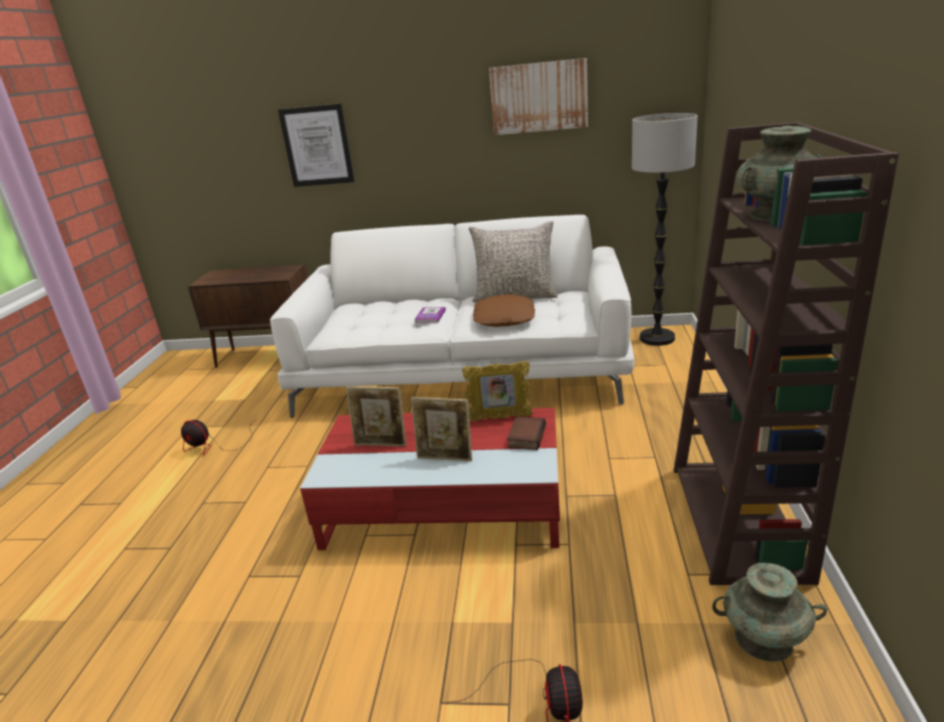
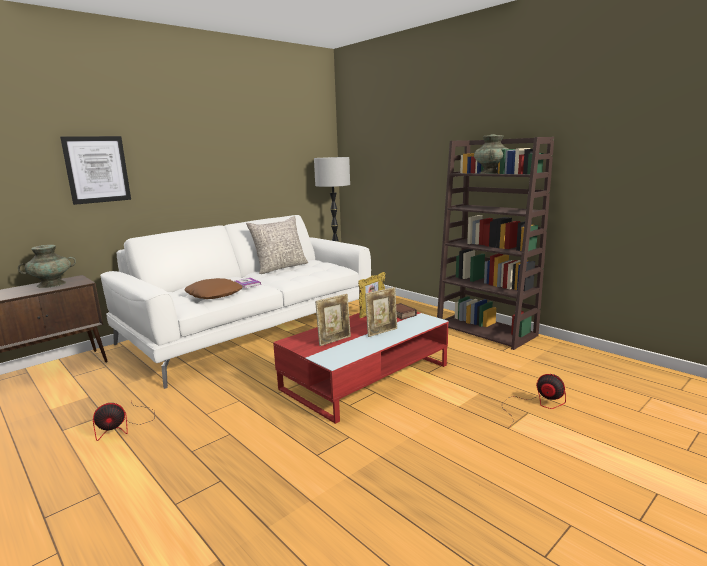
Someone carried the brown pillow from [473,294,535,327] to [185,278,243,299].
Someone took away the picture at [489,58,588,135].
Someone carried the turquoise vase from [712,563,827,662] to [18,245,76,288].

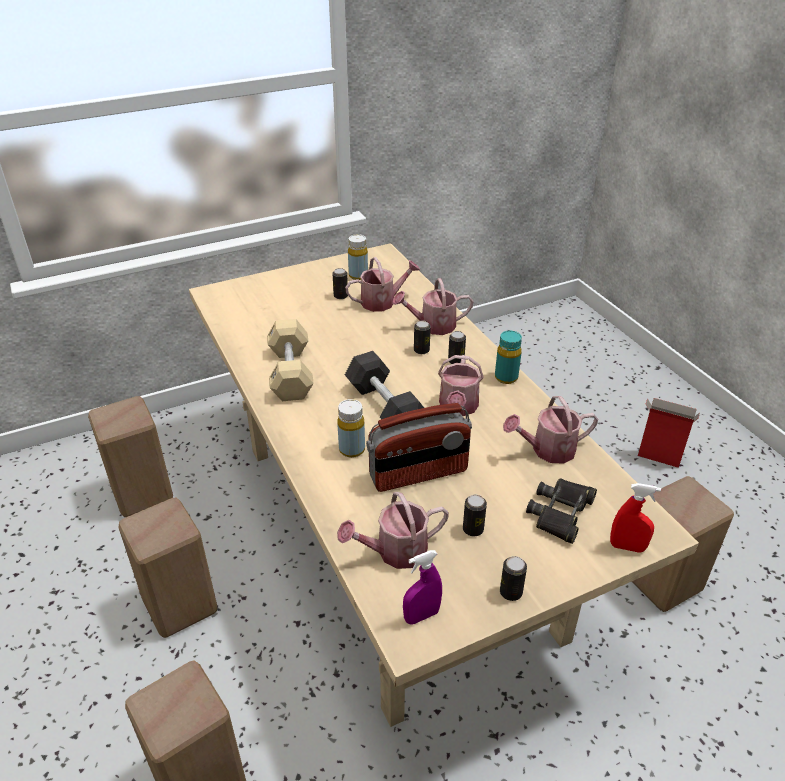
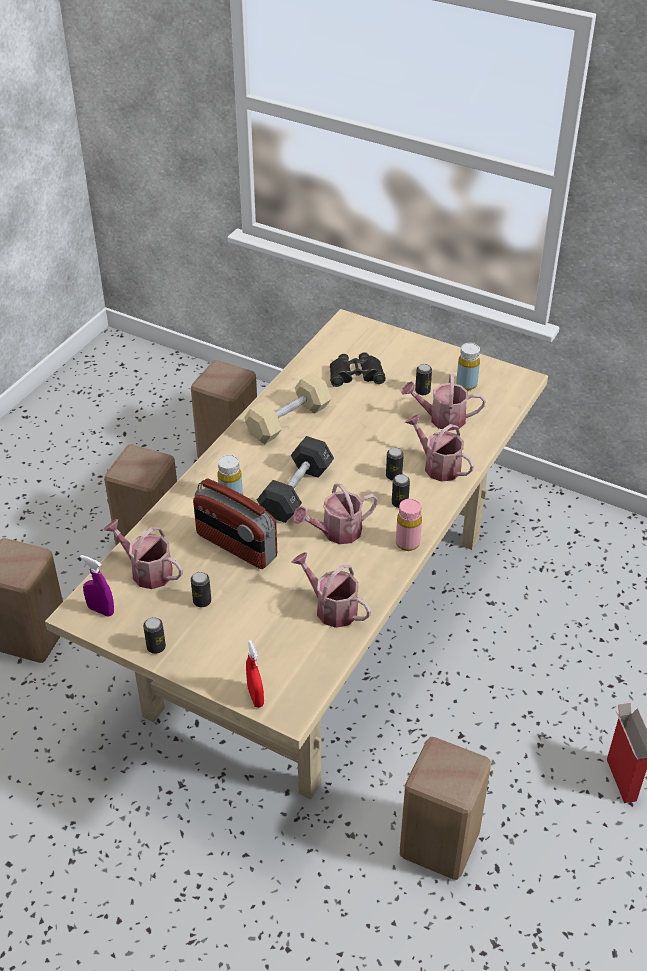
Someone rotated the watering can at [345,257,420,312] by 150 degrees clockwise.
Someone repainted the turquoise bottle at [495,331,522,384], which became the pink bottle at [396,499,422,551].
Someone carried the black binoculars from [526,478,597,544] to [330,352,386,387].

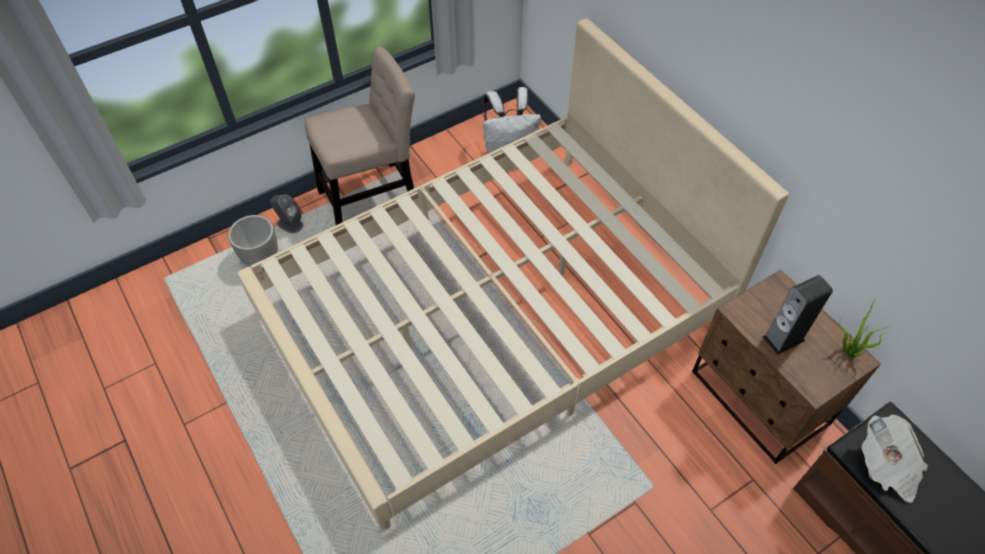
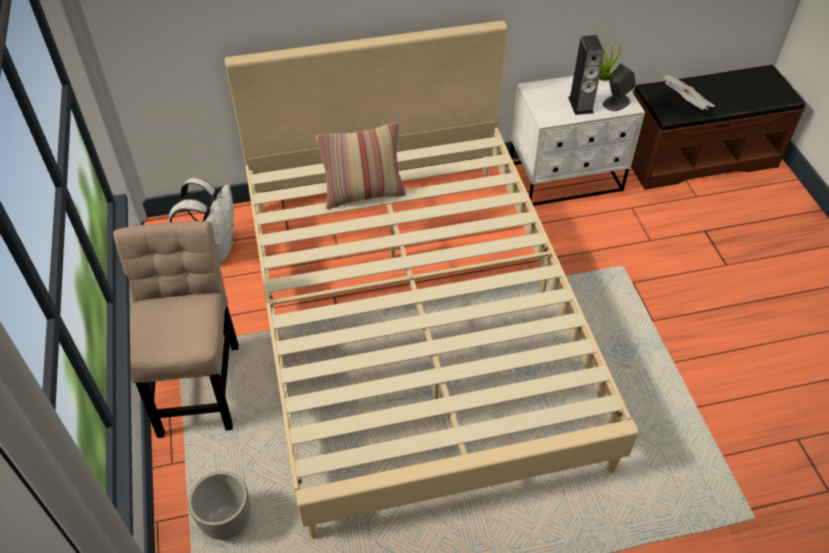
Someone carried the grey speaker from [270,194,303,233] to [603,64,636,111].
Someone repainted the brown nightstand at [692,270,881,464], which became the white nightstand at [510,70,645,206].
Someone put down the pillow at [316,122,406,209].

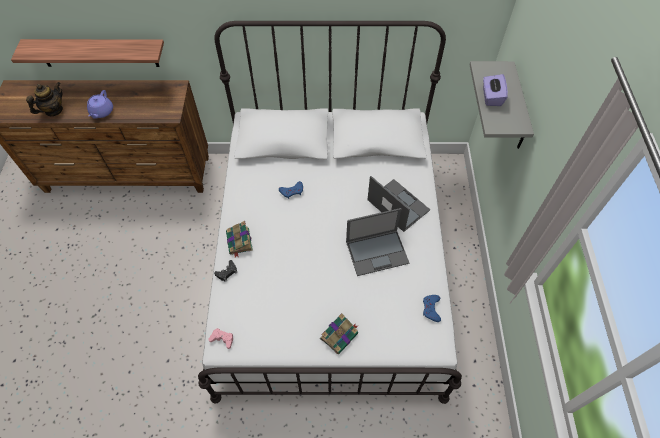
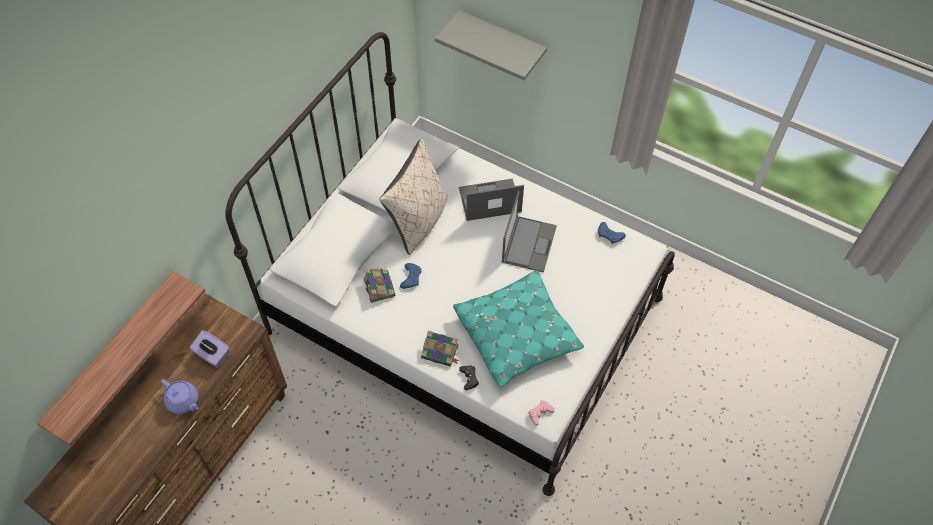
Someone took away the teapot at [26,82,63,116].
Someone carried the book from [320,313,358,354] to [364,268,395,303].
Someone carried the purple tissue box from [483,74,508,106] to [190,330,230,368].
Someone put down the beige pillow at [379,139,448,255].
Someone put down the turquoise pillow at [453,270,584,388].

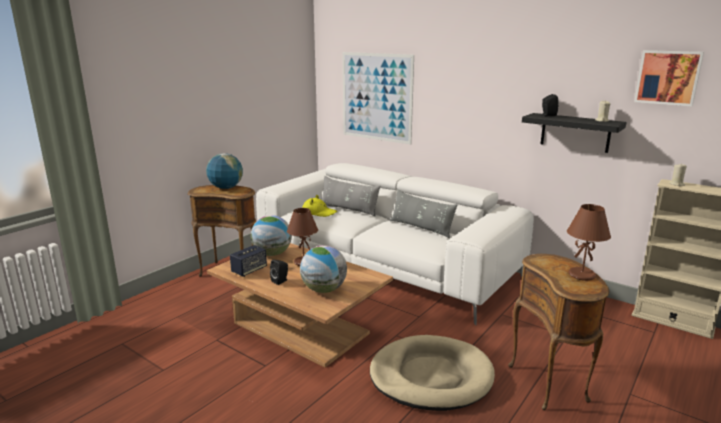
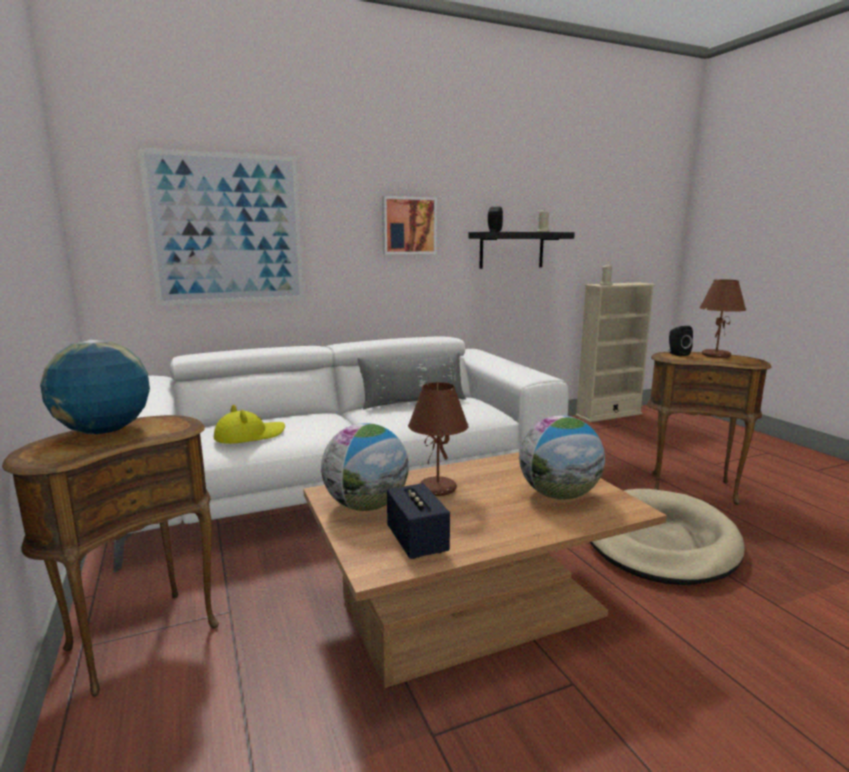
Someone carried the black speaker from [270,260,288,285] to [669,326,693,356].
Someone took away the grey pillow at [322,176,380,216].
Someone carried the picture from [634,50,704,106] to [382,196,437,254].

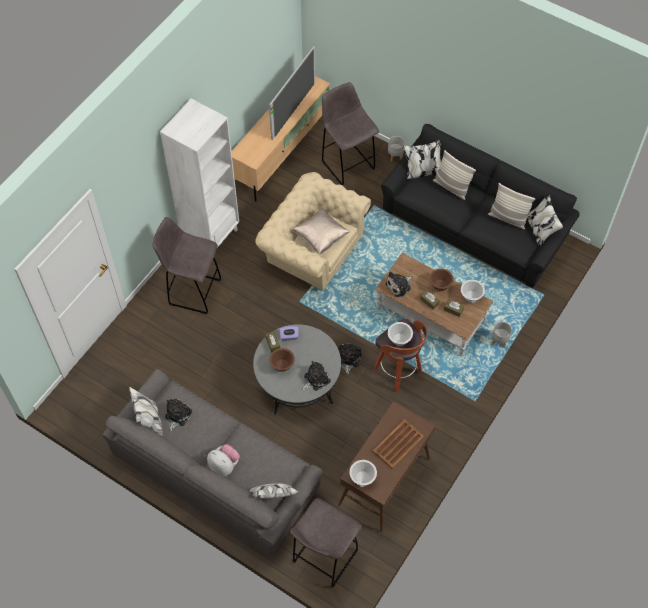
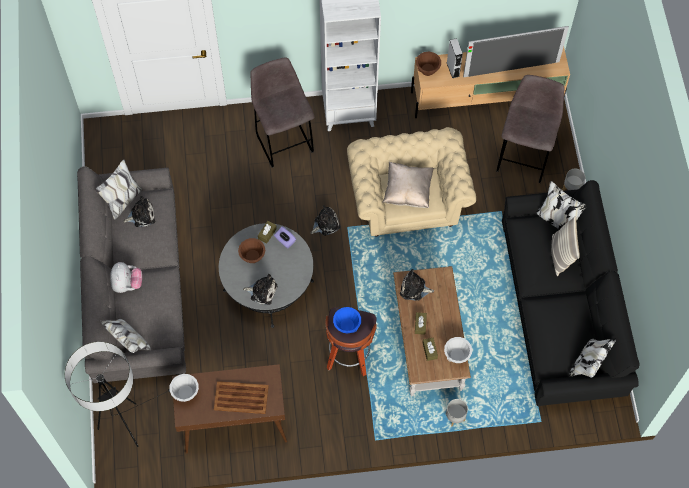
Someone swapped the grey stool at [290,498,362,588] for the floor lamp at [65,342,170,447].
Someone carried the plush toy from [338,343,361,375] to [311,205,341,236].
Someone repainted the white bowl at [388,322,413,346], which became the blue bowl at [333,307,361,334].
Someone carried the brown bowl from [429,268,454,291] to [416,52,441,76].
Someone took away the pillow at [488,183,536,230].
Someone put down the grey speaker at [447,38,463,78].

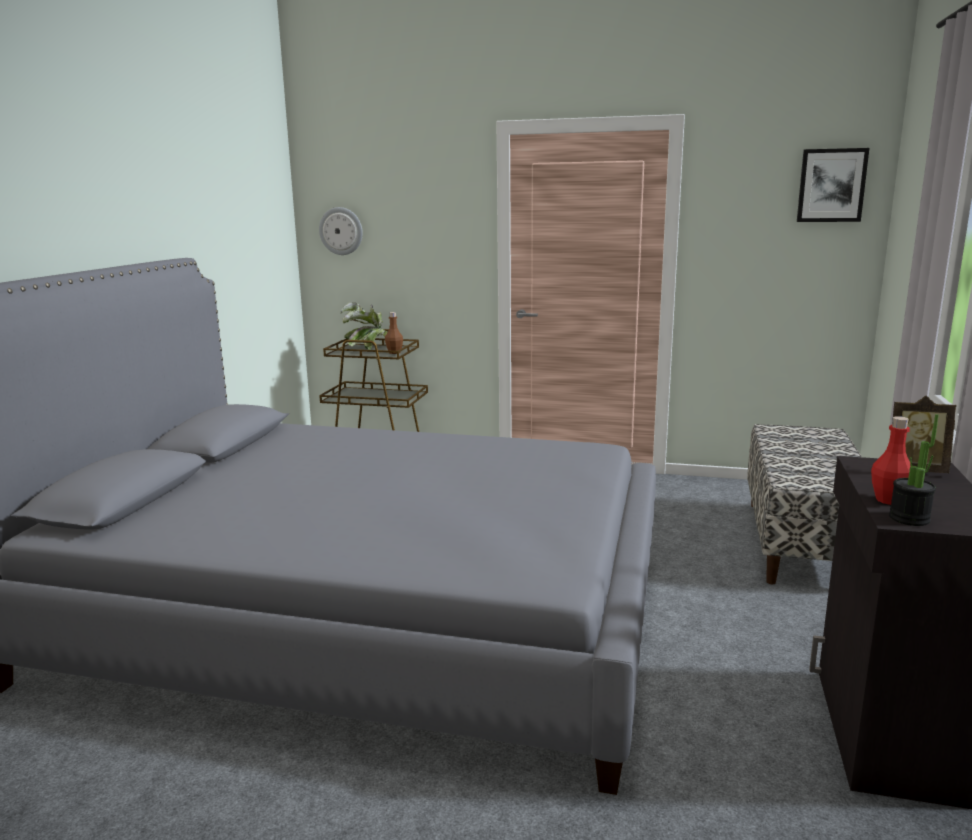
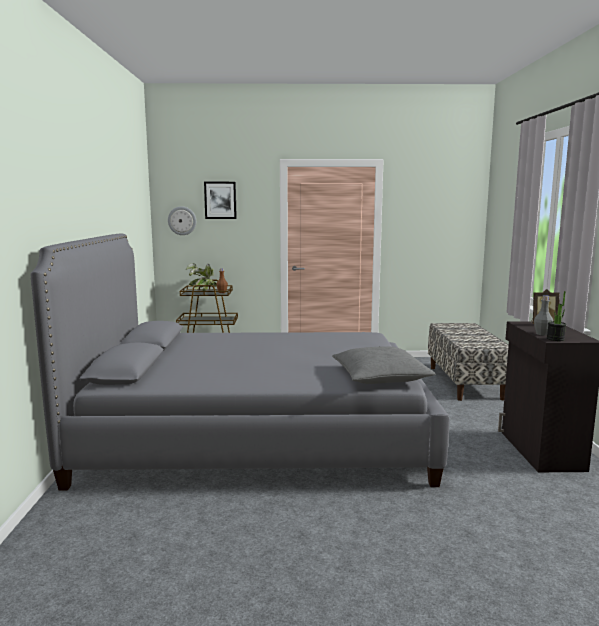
Someone carried the picture from [797,148,869,222] to [204,182,237,219].
Someone repainted the red bottle at [871,416,910,505], which became the grey bottle at [534,295,553,336].
Someone put down the grey pillow at [332,346,435,384].

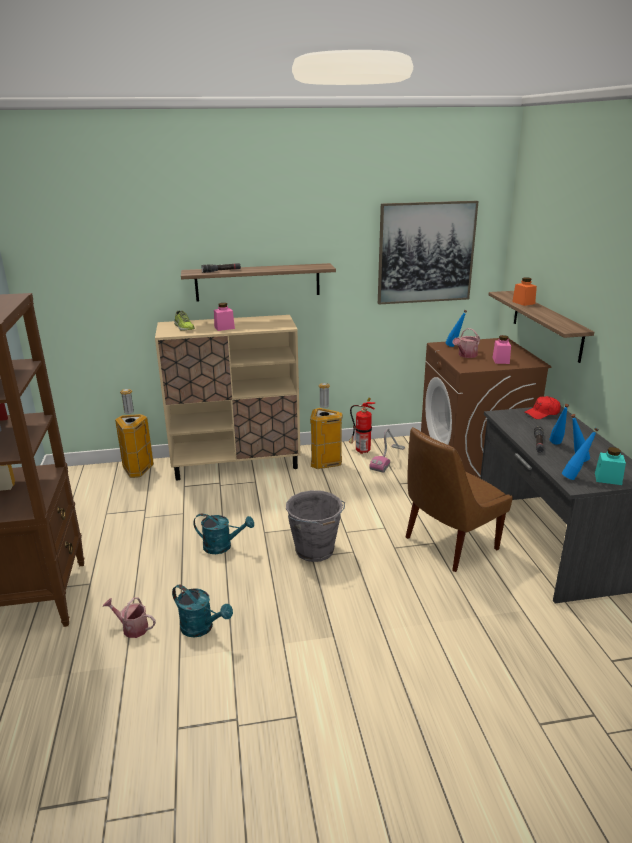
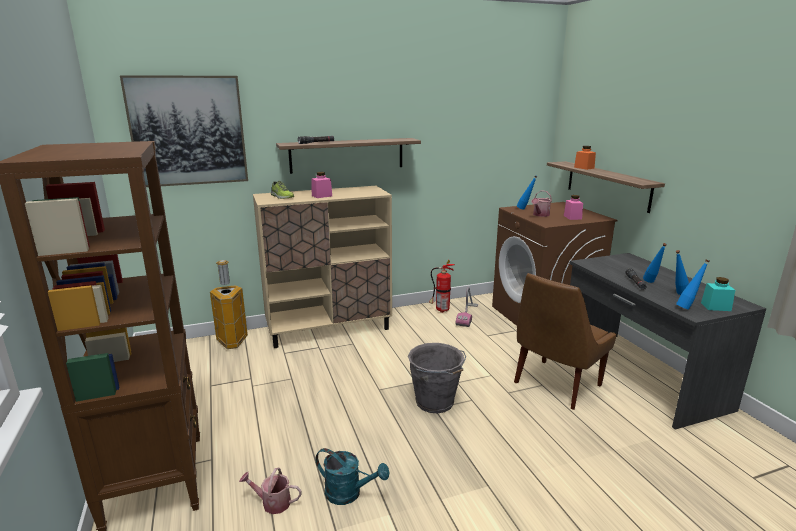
Someone took away the turquoise watering can at [193,514,254,554].
Someone took away the trash can at [310,383,342,469].
Someone carried the picture from [378,201,479,304] to [120,75,248,187].
Someone took away the red cap at [524,396,561,419].

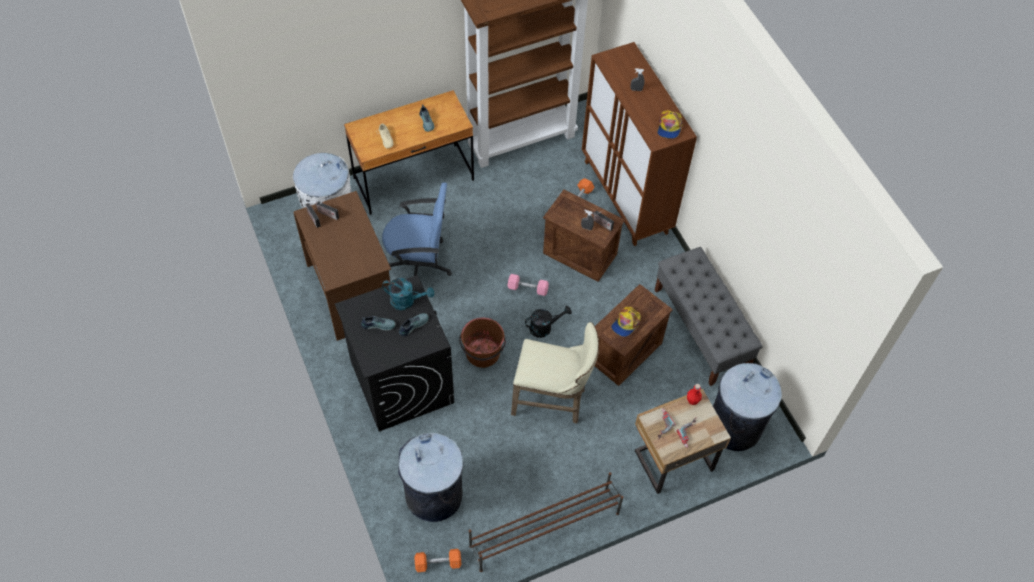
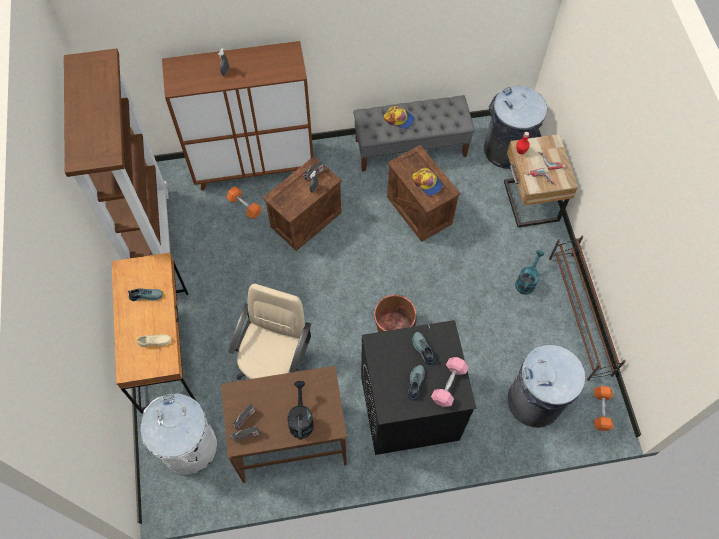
Someone repainted the blue office chair at [382,182,452,276], which became the beige office chair at [228,284,311,380].
Someone carried the turquoise watering can from [382,278,434,310] to [515,250,545,295].
Someone carried the pink dumbbell from [508,274,549,296] to [431,357,469,407].
Someone took away the beige stool at [511,322,599,424].
Someone carried the black watering can from [525,306,572,338] to [287,381,313,439].
Someone carried the cap from [657,110,683,139] to [383,106,414,130].

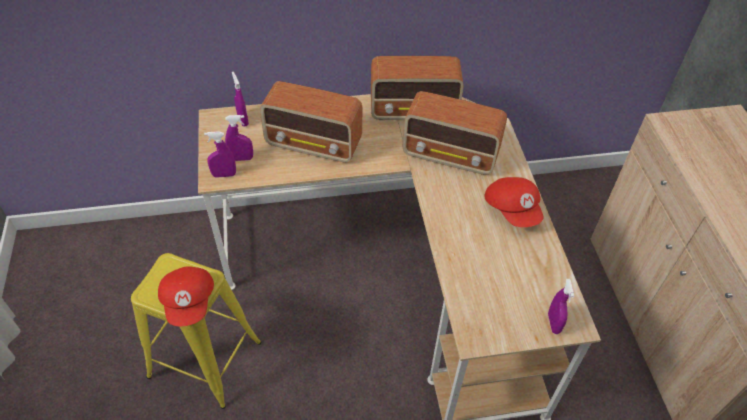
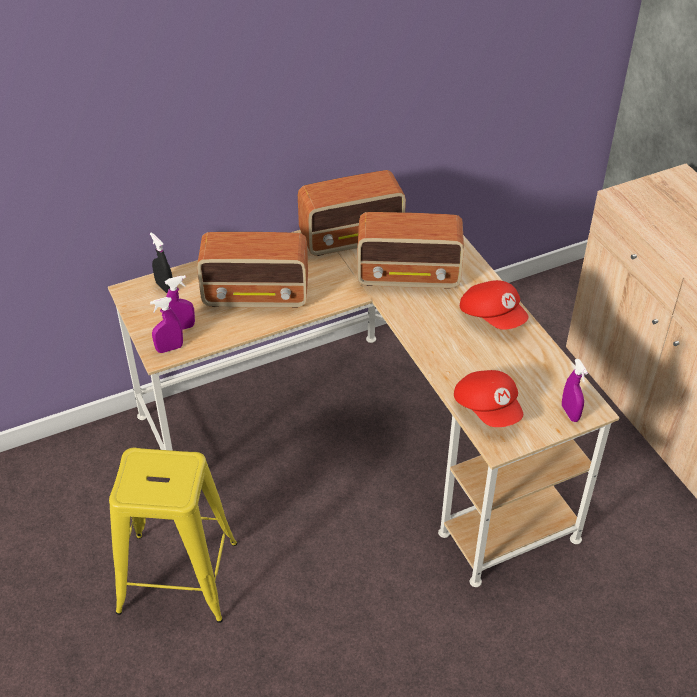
Someone carried the red cap from [158,266,214,326] to [454,370,523,427].
Someone repainted the purple spray bottle at [232,72,249,127], which became the black spray bottle at [150,233,173,293].

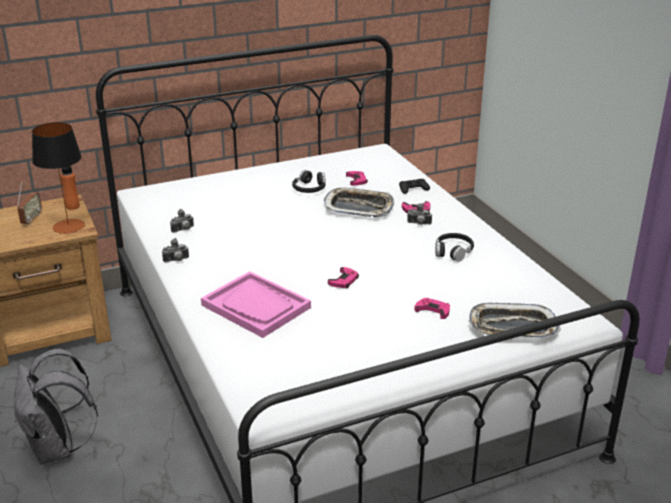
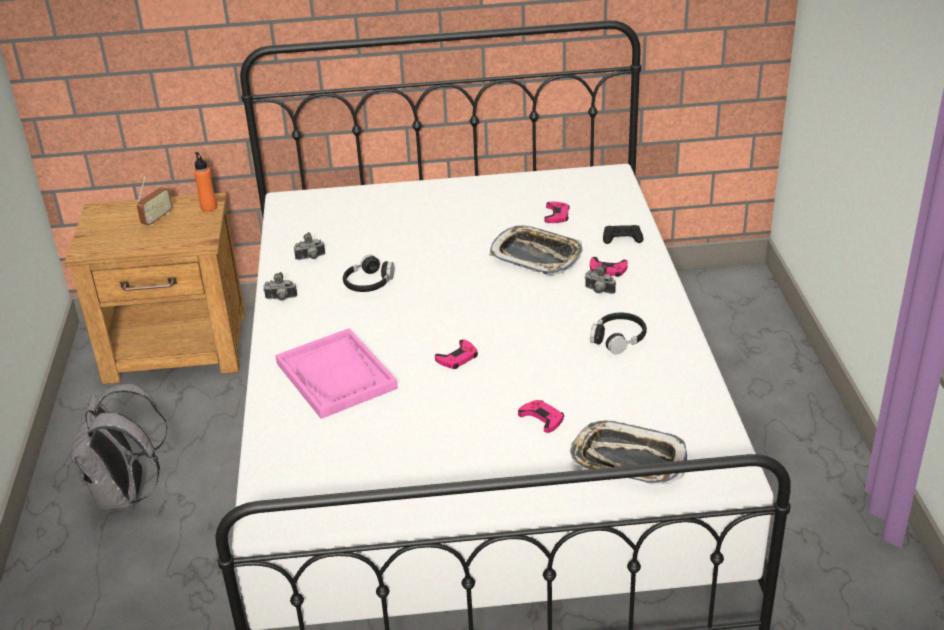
Someone took away the table lamp at [32,122,85,234].
Someone carried the black headphones from [292,170,326,193] to [343,255,394,292].

